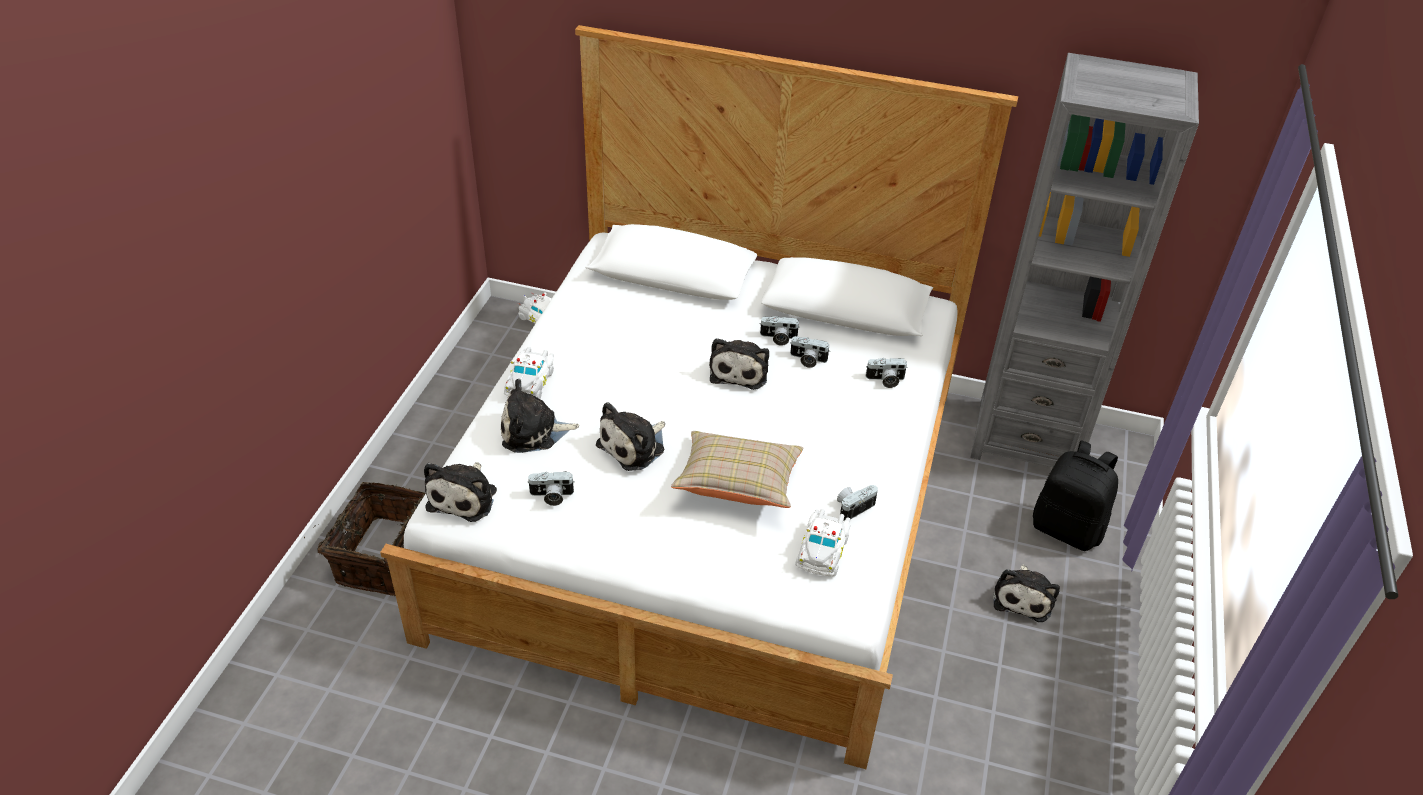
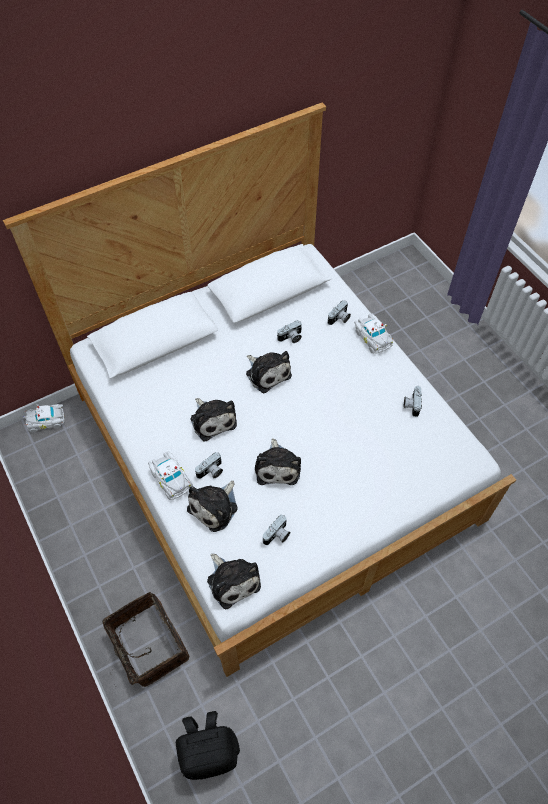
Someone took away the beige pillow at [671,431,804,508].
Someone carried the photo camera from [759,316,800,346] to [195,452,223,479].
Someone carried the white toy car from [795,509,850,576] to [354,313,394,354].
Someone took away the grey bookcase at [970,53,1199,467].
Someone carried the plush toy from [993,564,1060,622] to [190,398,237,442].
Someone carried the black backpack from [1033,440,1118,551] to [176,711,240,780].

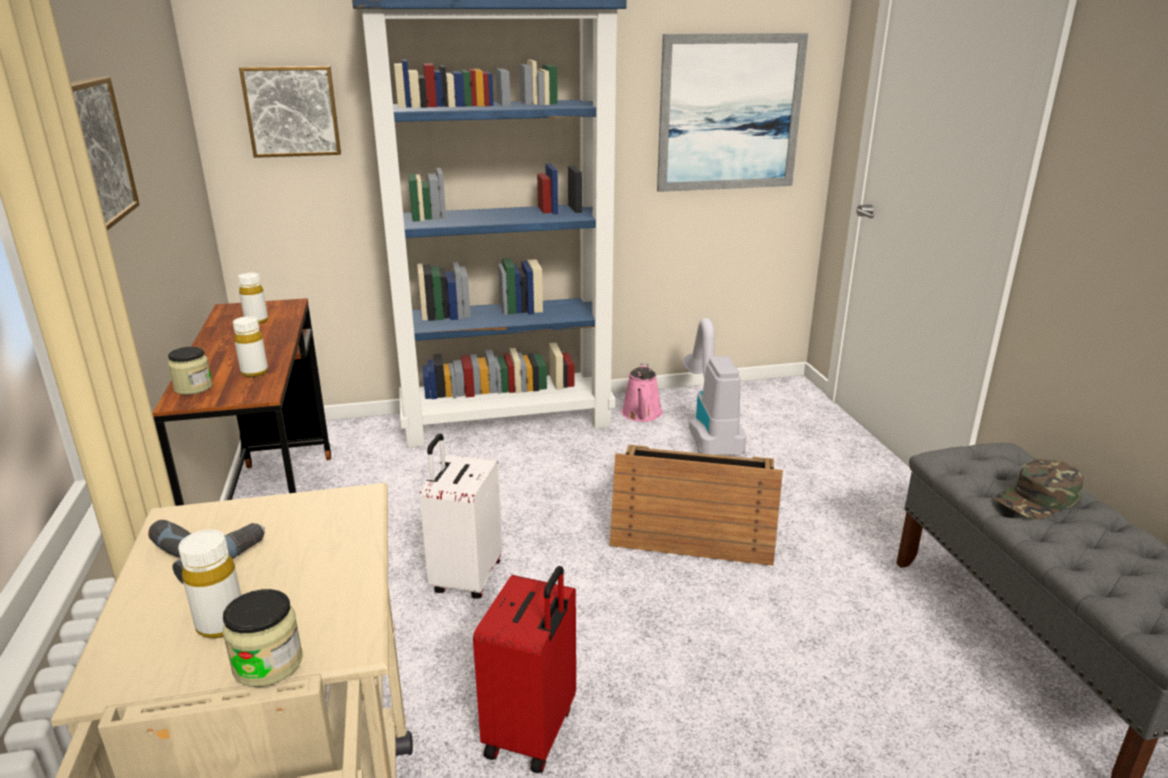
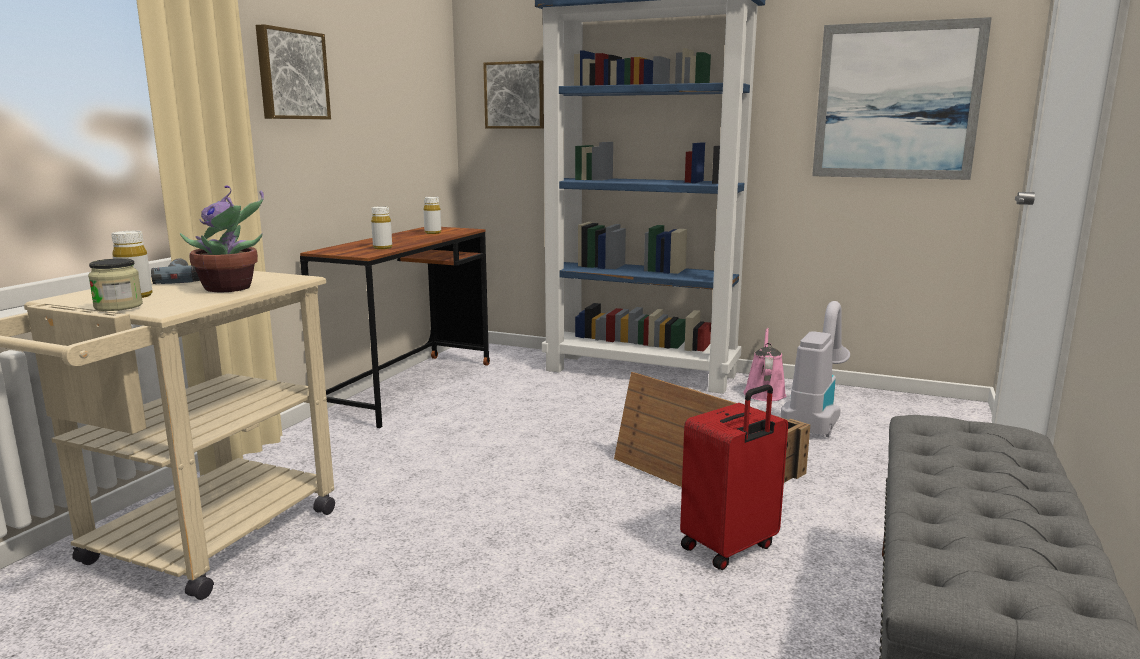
Someone took away the jar at [168,347,213,395].
Someone took away the white suitcase at [420,433,502,599].
Someone carried the red suitcase from [473,566,576,773] to [680,385,788,570].
Someone rotated the pink watering can at [621,364,663,422] by 150 degrees clockwise.
Someone took away the green cap at [995,459,1084,520].
Someone put down the potted plant at [180,185,264,292].

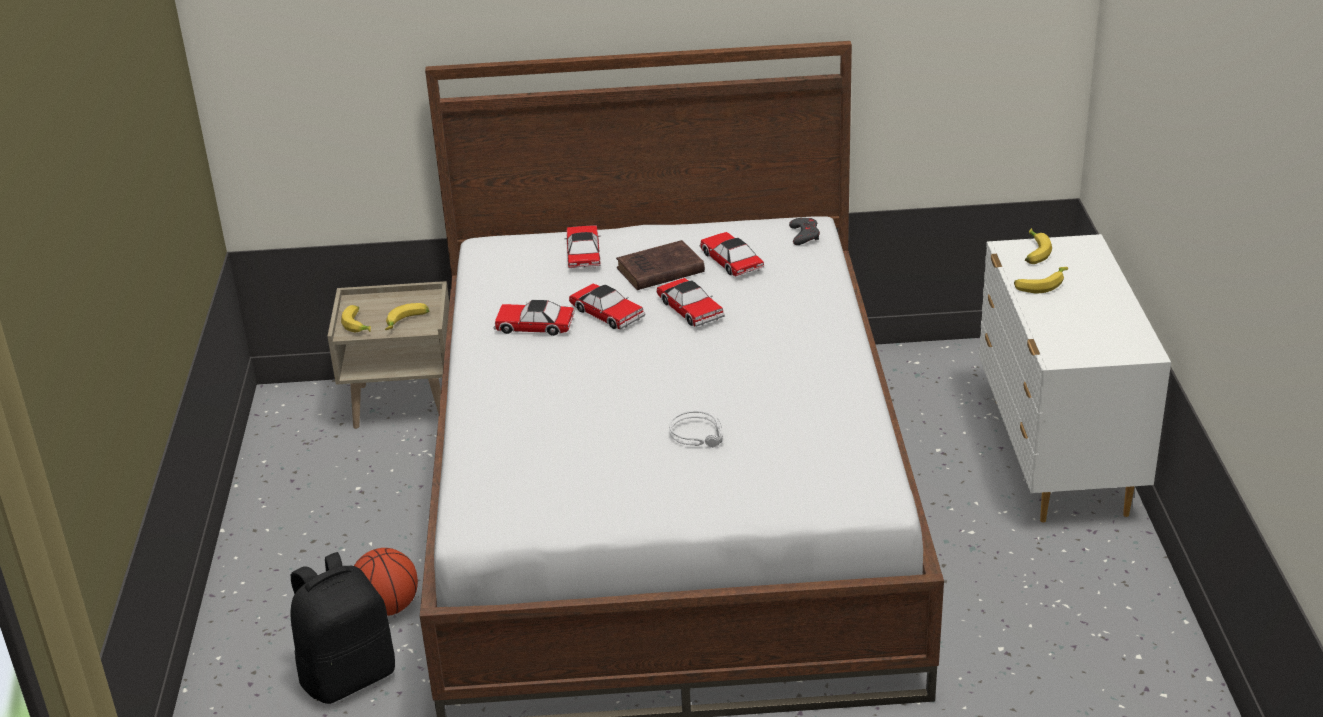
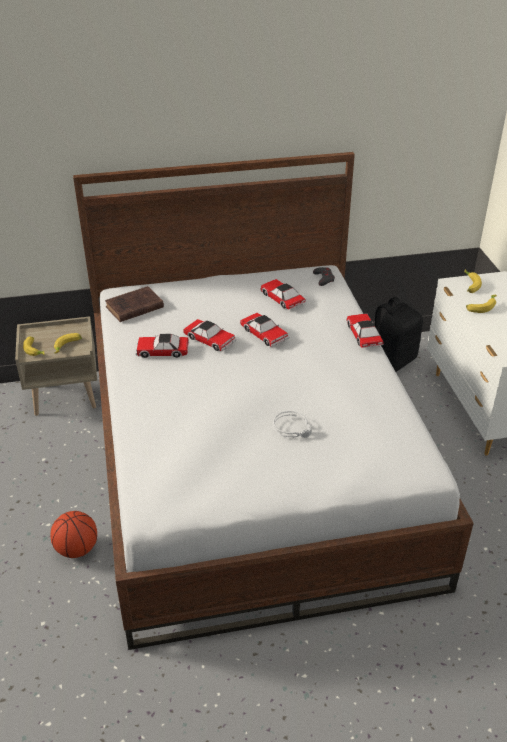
Someone carried the black backpack from [291,552,395,704] to [375,297,423,372].
Someone carried the toy car from [564,225,601,268] to [346,314,383,348].
Someone carried the brown book from [616,240,705,290] to [105,286,164,322].

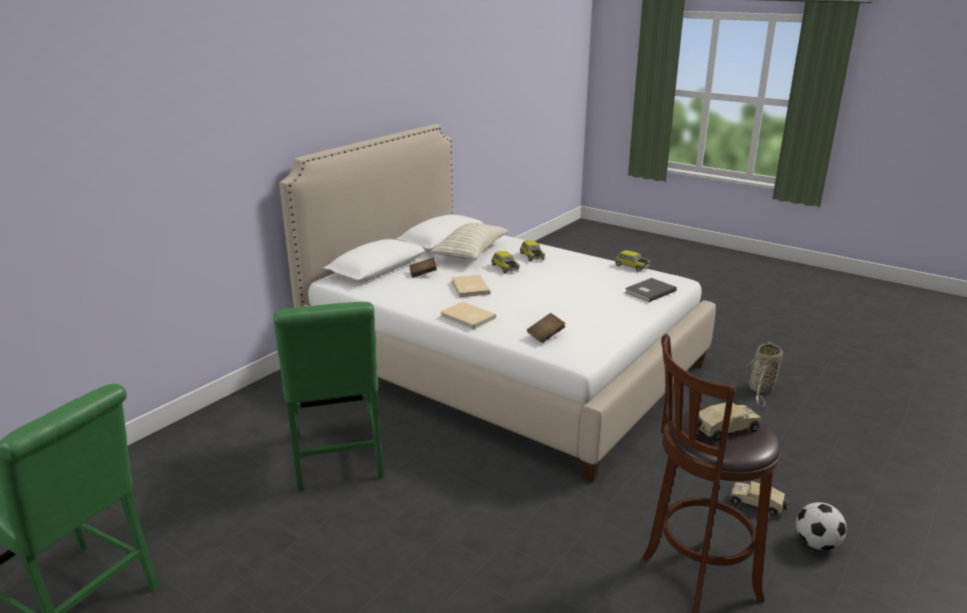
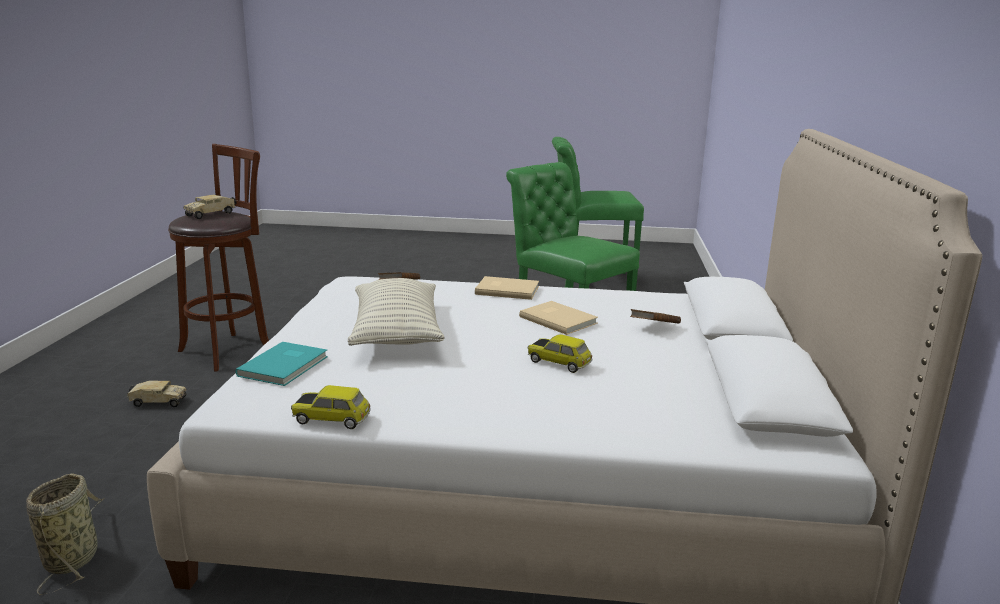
Someone carried the pillow from [430,223,508,260] to [348,278,445,346].
Someone took away the toy car at [520,240,545,261].
Someone repainted the grey book at [625,278,677,302], which became the turquoise book at [236,342,328,386].
Someone took away the football at [796,502,847,550].

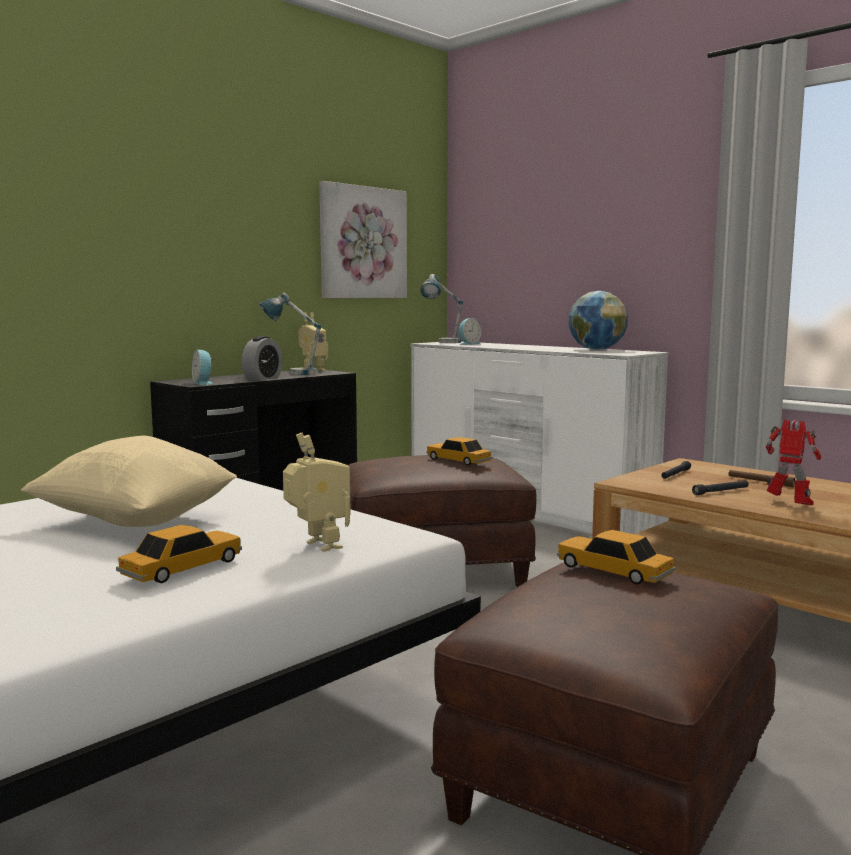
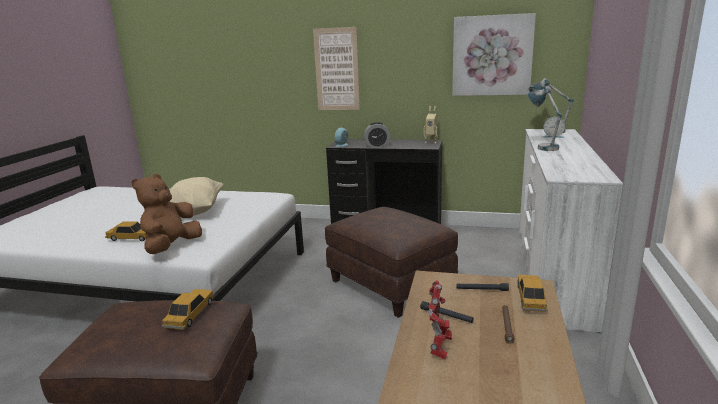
Someone carried the table lamp from [259,293,322,375] to [528,86,562,151].
Someone swapped the toy robot at [283,433,351,552] for the brown plush toy at [132,174,202,254].
Someone carried the toy car from [426,437,493,466] to [517,275,548,312].
Someone took away the globe at [569,291,628,350].
Someone put up the picture at [313,27,360,110].

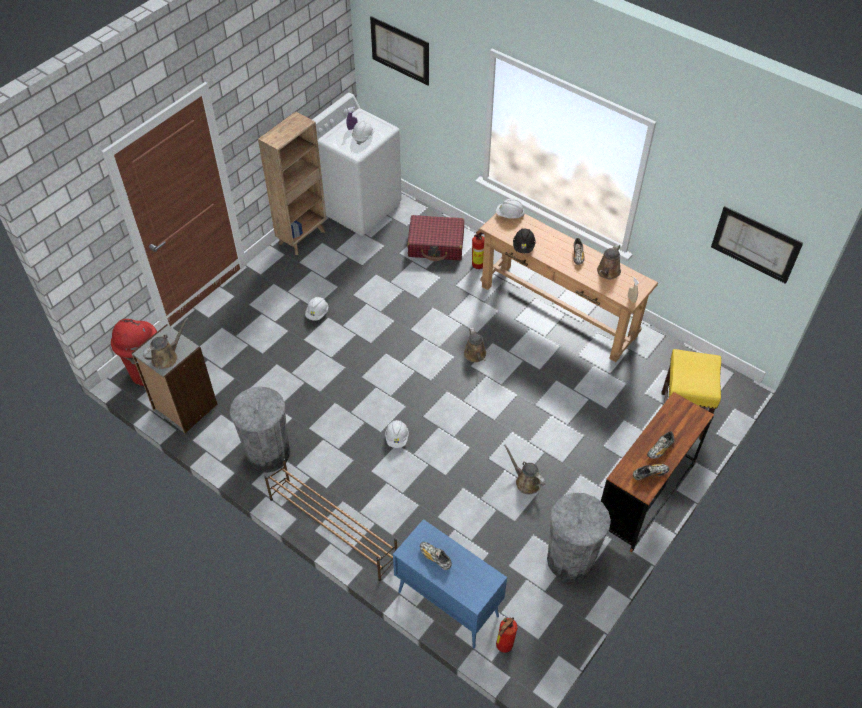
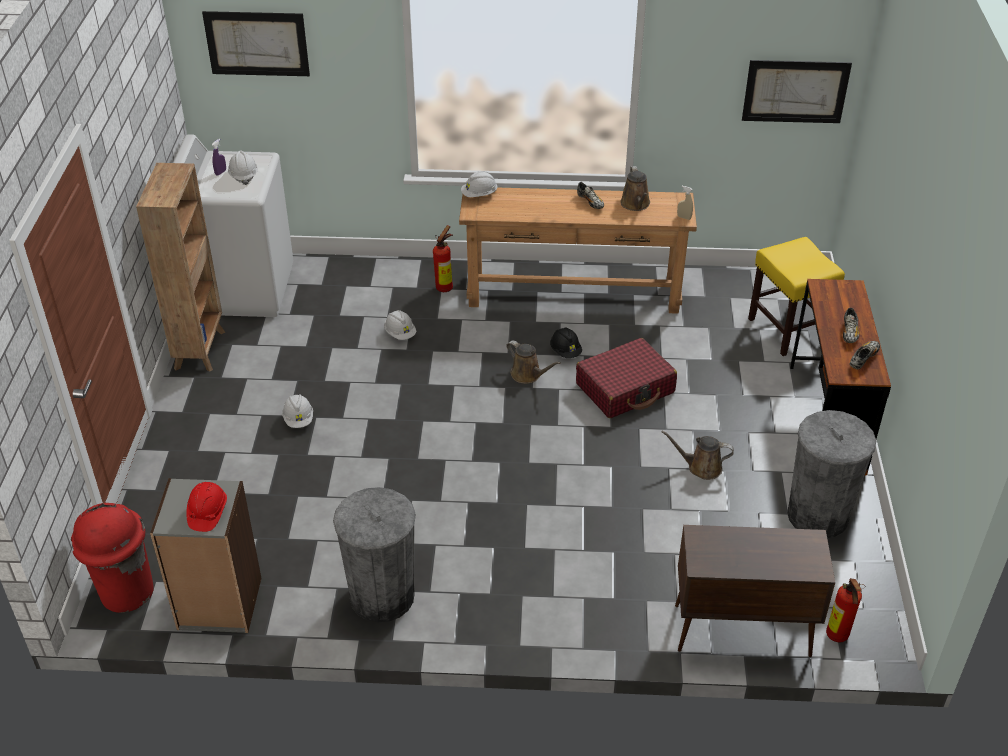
Someone swapped the brown watering can at [143,318,188,369] for the red hard hat at [186,482,227,532].
Someone took away the brown shoe rack at [265,459,397,581].
Someone carried the white hard hat from [385,420,409,448] to [384,310,416,340].
Someone repainted the blue cabinet at [393,519,507,648], which became the brown cabinet at [675,525,835,657].
Someone carried the red suitcase from [407,215,464,261] to [576,338,677,418].
Someone took away the shoe at [420,542,452,570].
Someone carried the black hard hat from [513,228,536,253] to [550,327,582,358].

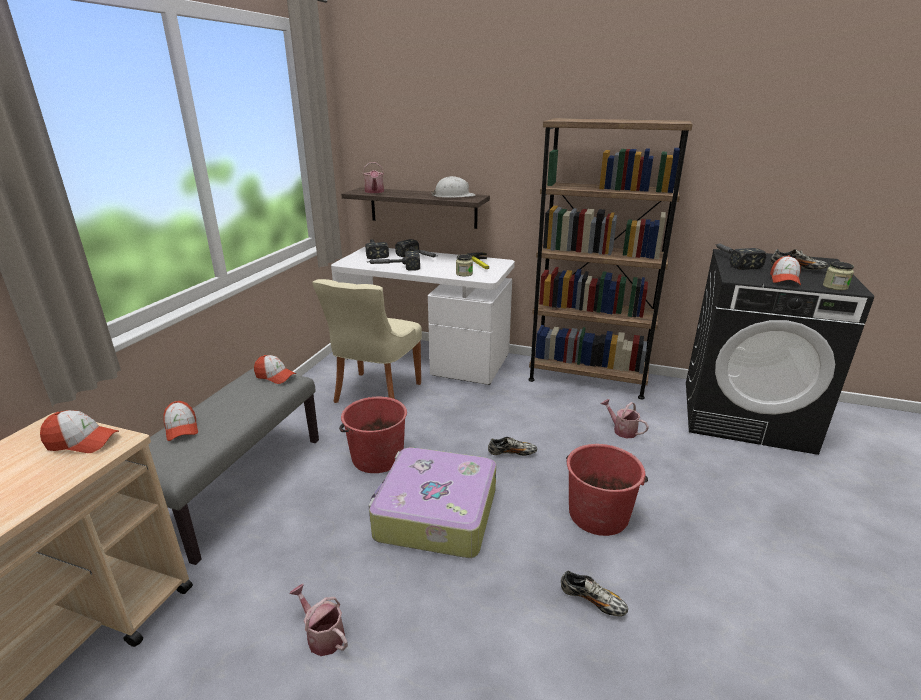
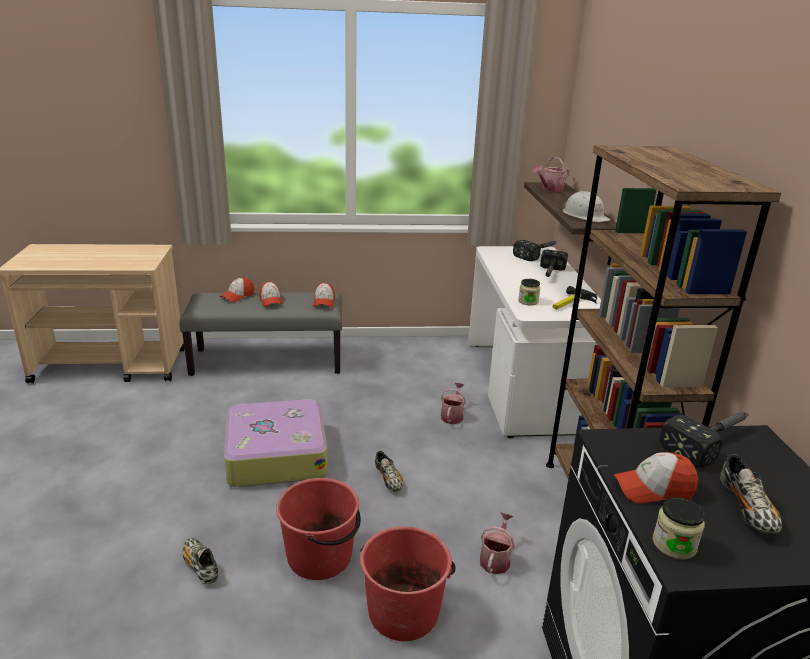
Someone carried the cap from [40,410,119,453] to [259,281,283,307].
Someone carried the watering can from [290,584,348,656] to [441,383,466,424].
Someone took away the beige chair at [312,279,422,403].
Someone carried the red bucket from [339,397,407,473] to [360,526,456,641].
Someone took away the hammer at [367,251,420,271].
Someone rotated the shoe at [561,571,628,616] by 135 degrees clockwise.

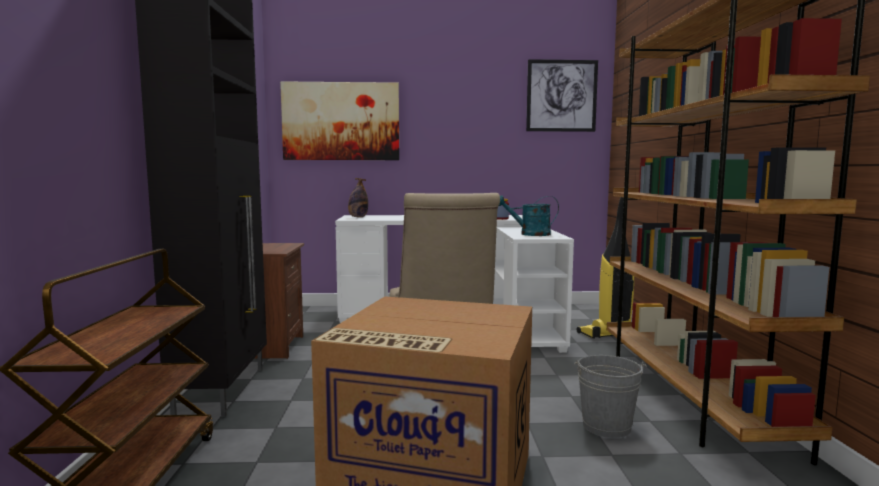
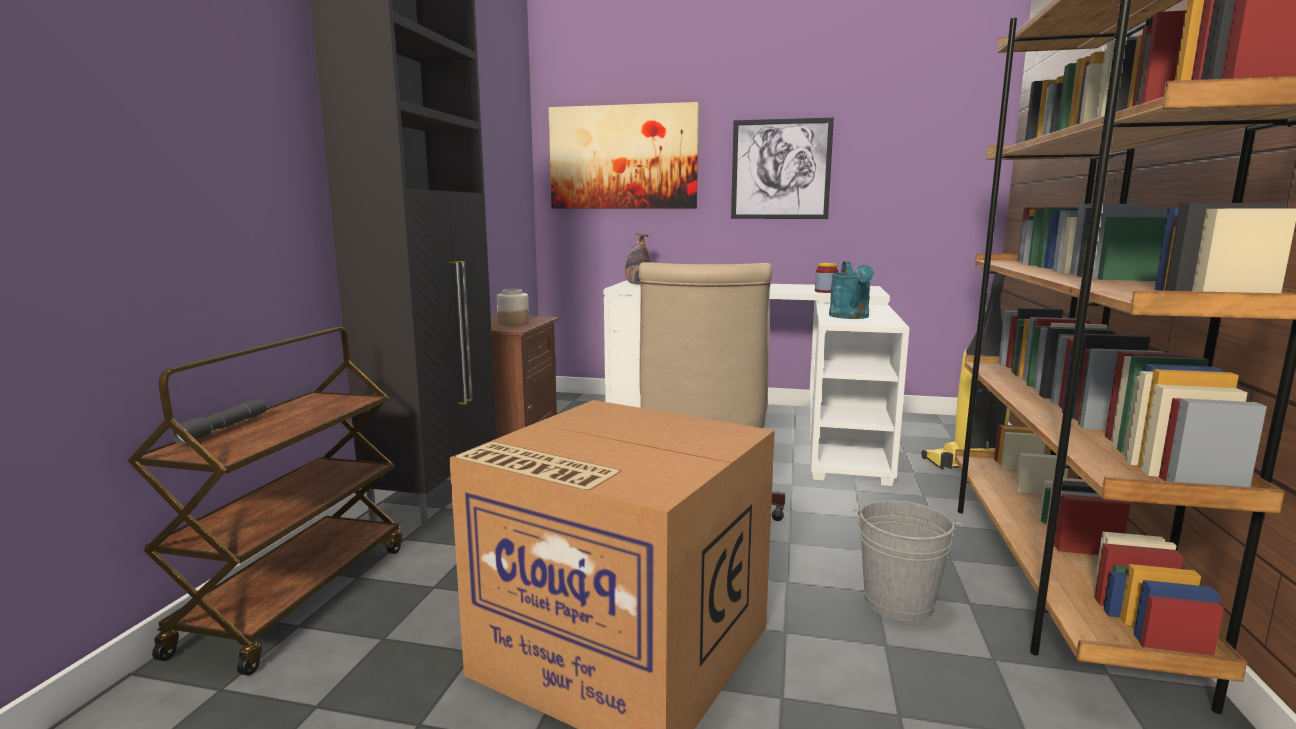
Someone rotated the turquoise watering can at [498,195,559,236] by 105 degrees counterclockwise.
Someone carried the picture from [526,59,598,132] to [731,118,834,219].
Someone put down the grey flashlight at [171,399,266,445].
Someone put down the jar at [497,289,529,326].

